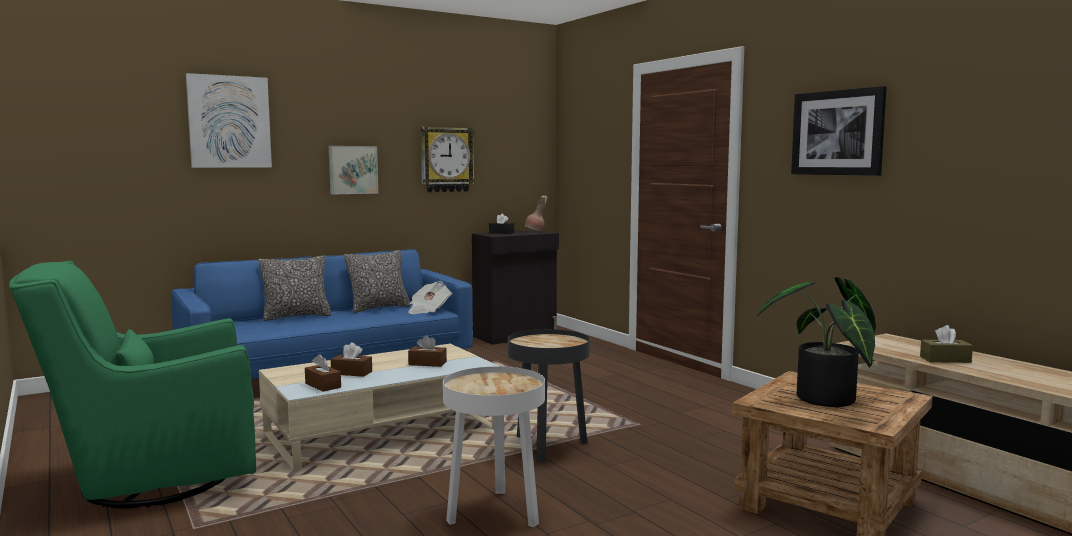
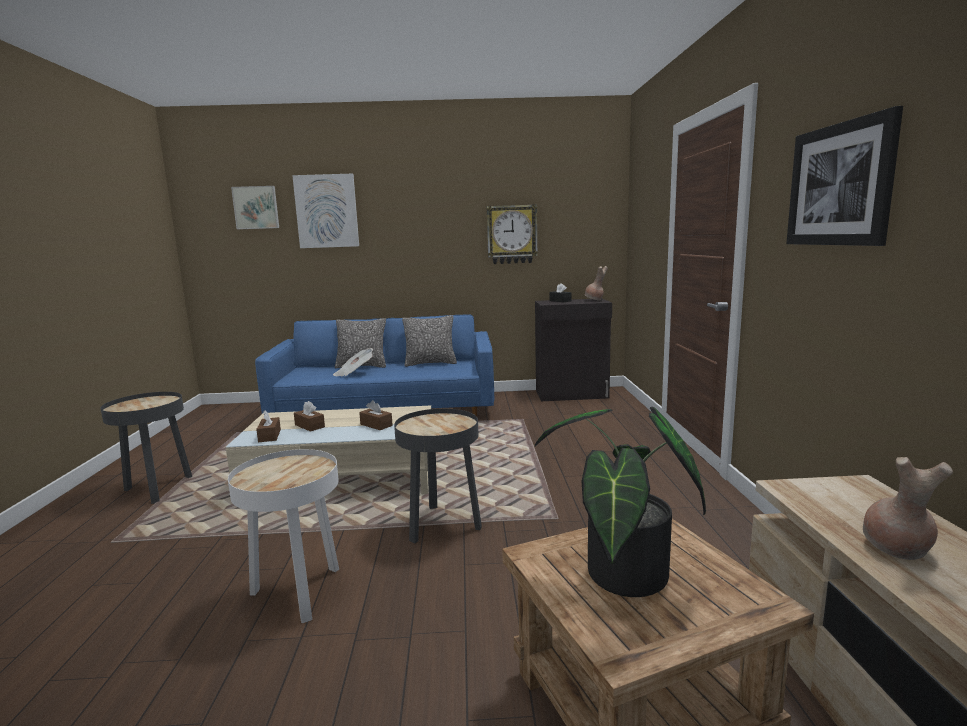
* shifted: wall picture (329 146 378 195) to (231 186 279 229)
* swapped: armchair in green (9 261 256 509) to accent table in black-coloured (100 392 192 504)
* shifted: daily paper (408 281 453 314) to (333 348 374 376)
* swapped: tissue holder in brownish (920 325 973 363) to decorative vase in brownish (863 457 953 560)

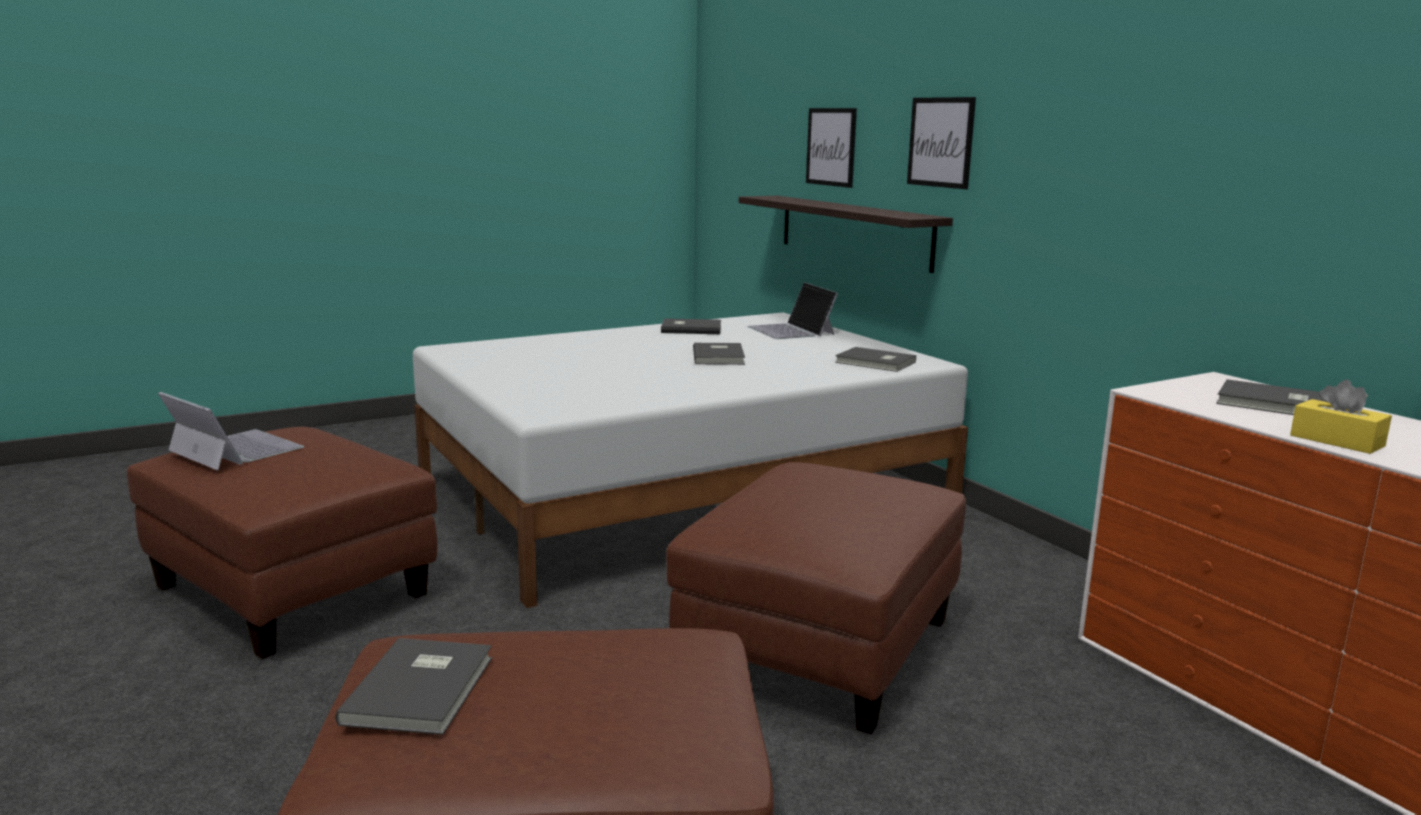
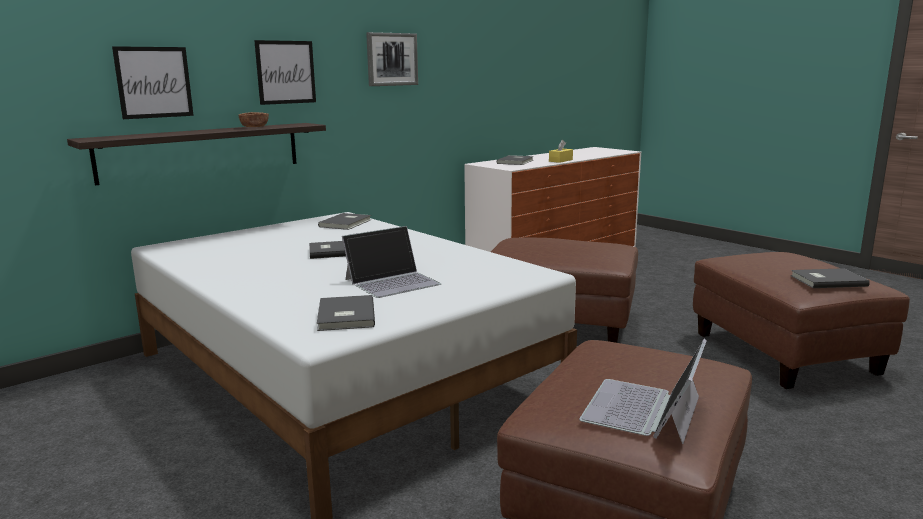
* shifted: notebook computer (747 282 838 339) to (342 226 441 298)
* shifted: bound book in greyish (661 318 721 334) to (317 295 375 331)
* new: wall picture (366 32 418 86)
* new: serving bowl in brownish (238 112 269 127)

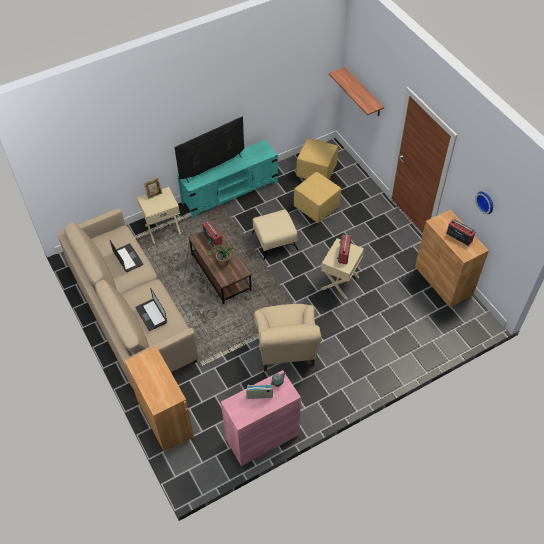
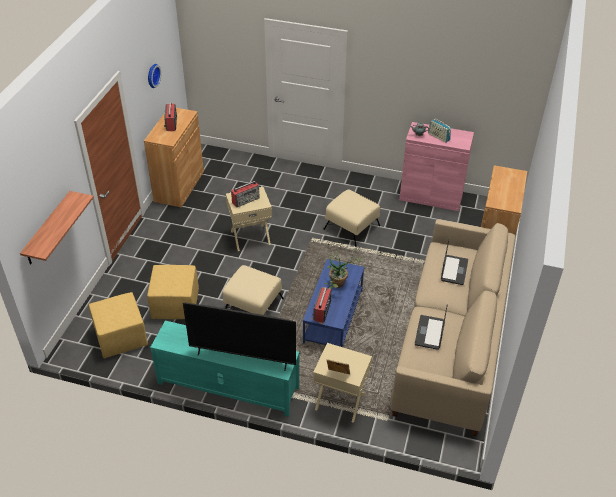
* repainted: coffee table in brownish (189 225 252 304) to coffee table in blue-coloured (303 259 365 347)
* swapped: armchair in sand-coloured (254 304 322 372) to pouffe in sand-coloured (324 190 380 247)

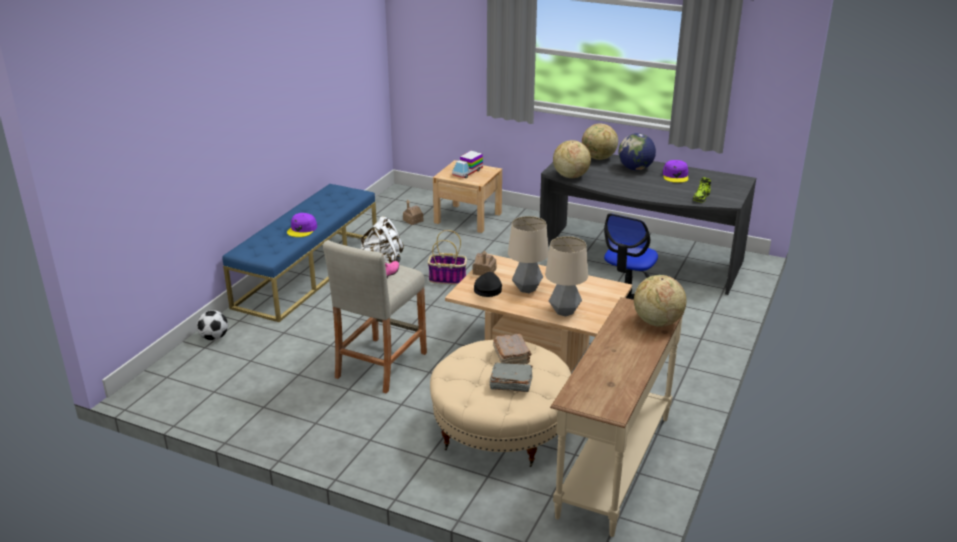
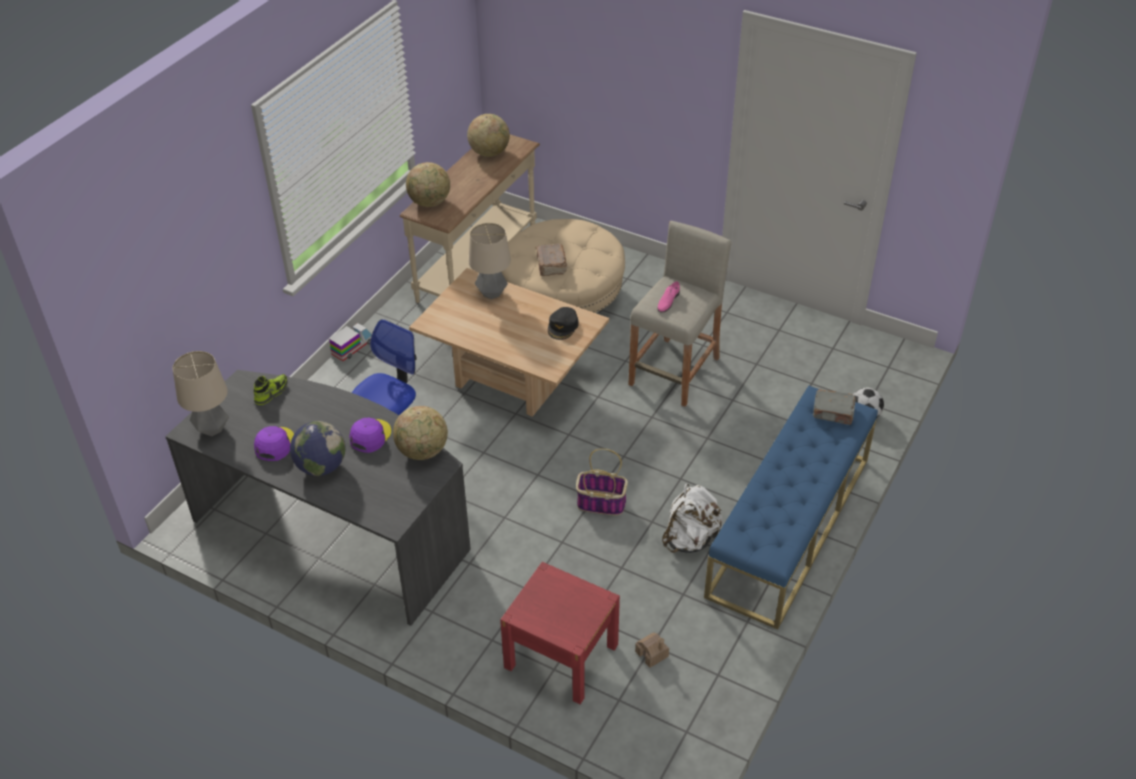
* shifted: world globe (582 124 618 160) to (467 114 510 157)
* shifted: toy truck (452 151 483 178) to (329 323 372 361)
* repainted: bedside table in sand-coloured (433 160 502 233) to bedside table in red (500 562 620 704)
* shifted: cap in purple (287 213 317 237) to (349 418 391 453)
* shifted: tabletop lamp (508 216 549 293) to (173 351 229 436)
* gone: model house (473 250 497 276)
* shifted: bound book in greyish (489 362 533 392) to (813 389 856 425)

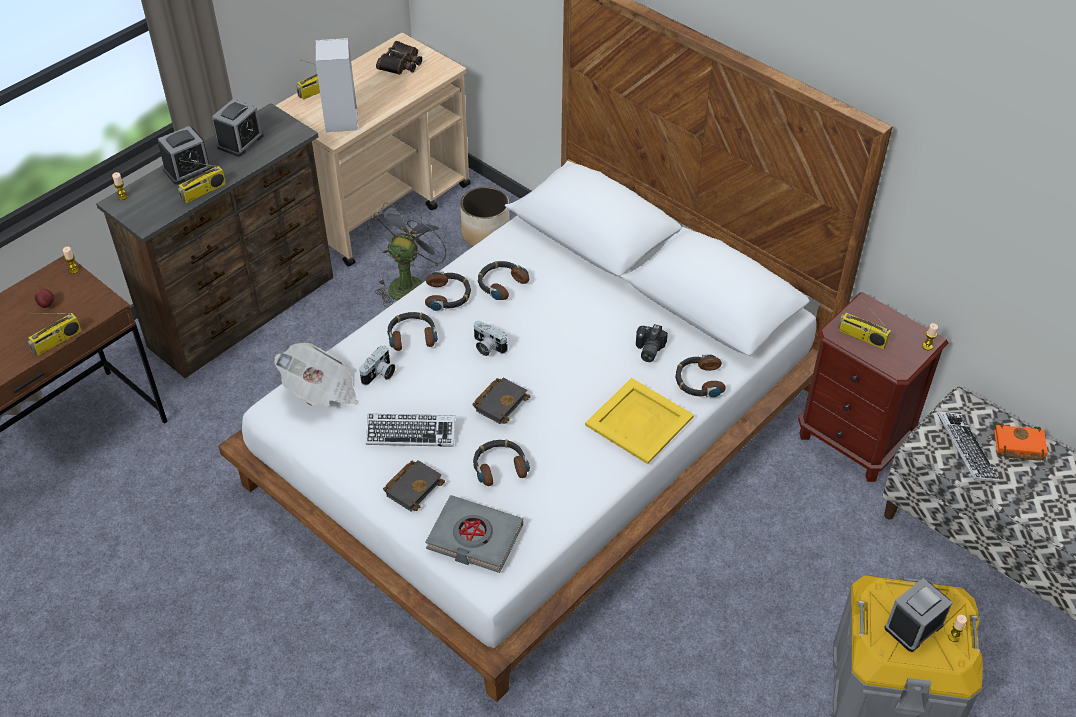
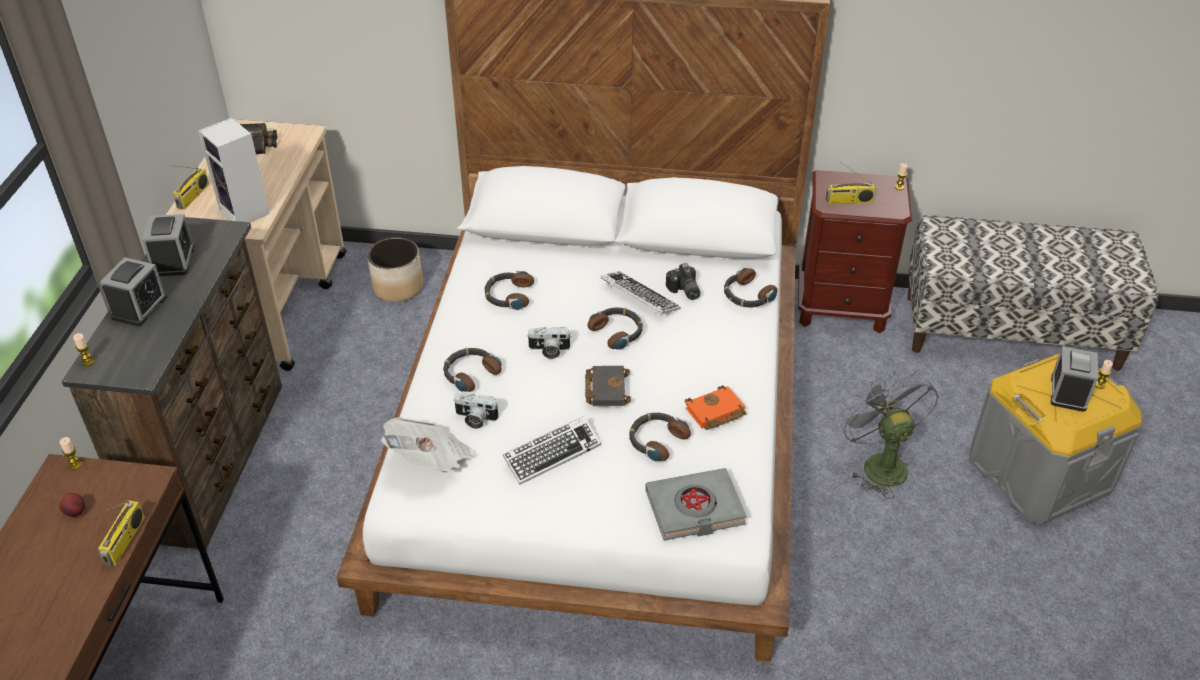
* gone: radio set (178 160 226 203)
* shifted: fan in greyish (367 202 450 308) to (838 371 939 499)
* shifted: pair of headphones (425 271 471 311) to (588 308 643 350)
* rotated: still camera (359 346 395 385) = (453 393 499 429) 105 degrees clockwise
* gone: tray in yellowish (585 378 694 464)
* shifted: keyboard (937 411 1000 482) to (600 271 681 314)
* shifted: bound book in orangey (994 423 1048 461) to (685 385 746 430)
* gone: bound book in black-coloured (383 460 445 511)

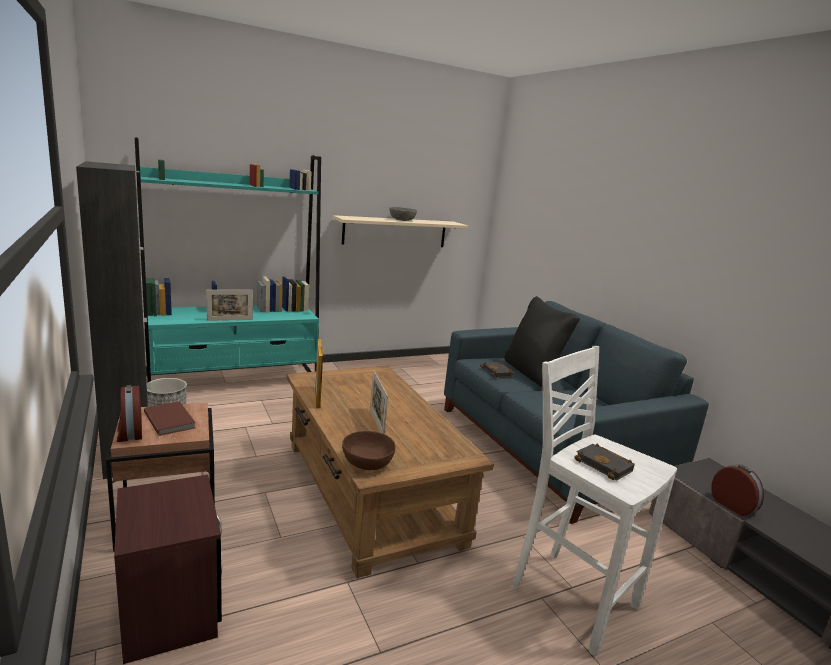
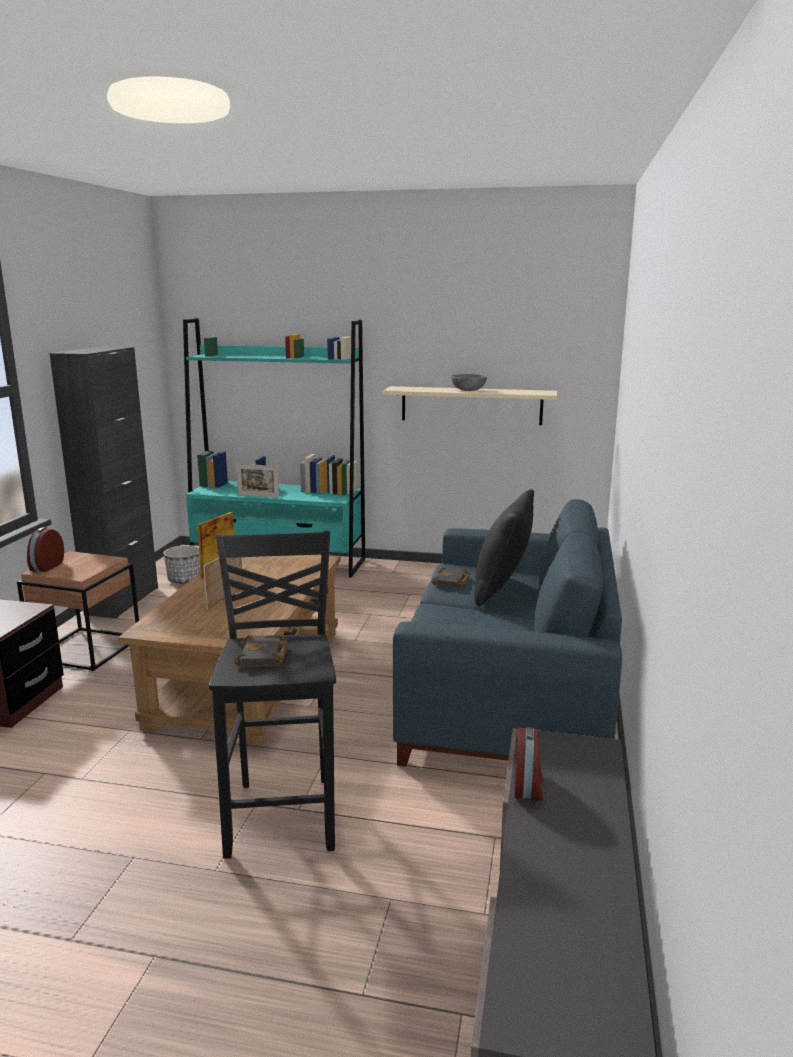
* repainted: stool seat in whitish (511 346 677 656) to stool seat in black-coloured (209 530 336 859)
* gone: bound book in brownish (144 401 196 436)
* gone: serving bowl in brownish (342 431 396 470)

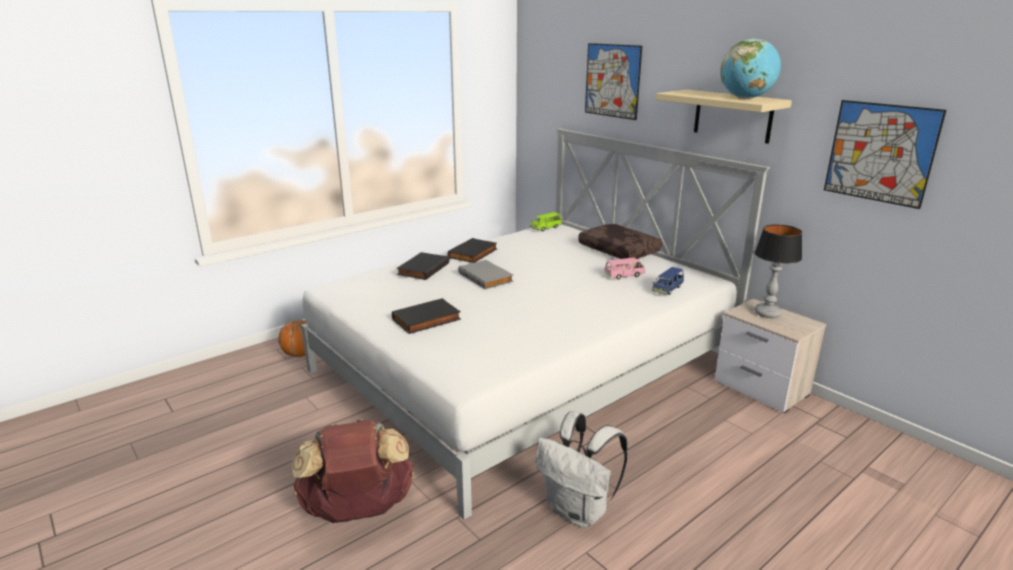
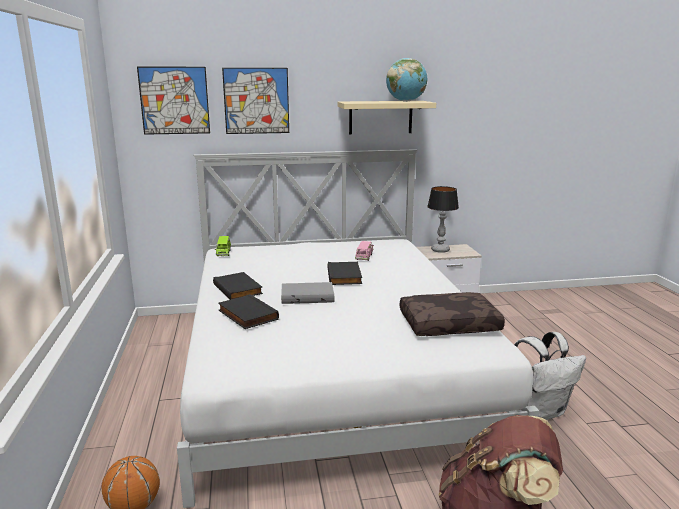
* shifted: wall picture (824 100 947 209) to (137 67 210 135)
* shifted: throw pillow in brownish (578 224 662 259) to (400 292 505 336)
* gone: toy car in blue-coloured (652 267 684 295)
* shifted: bound book in black-coloured (392 298 461 334) to (328 262 362 285)

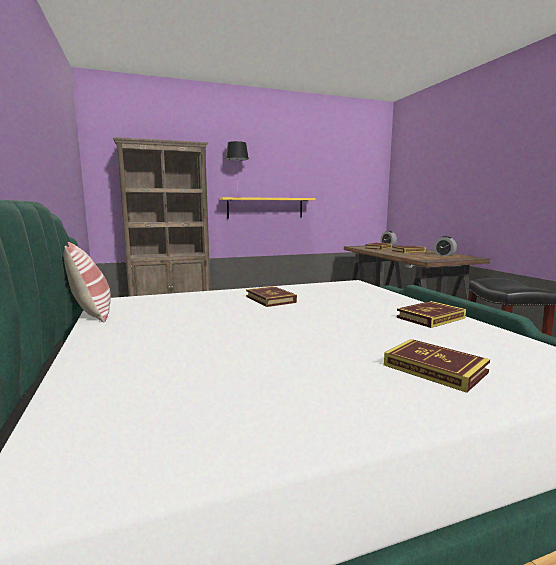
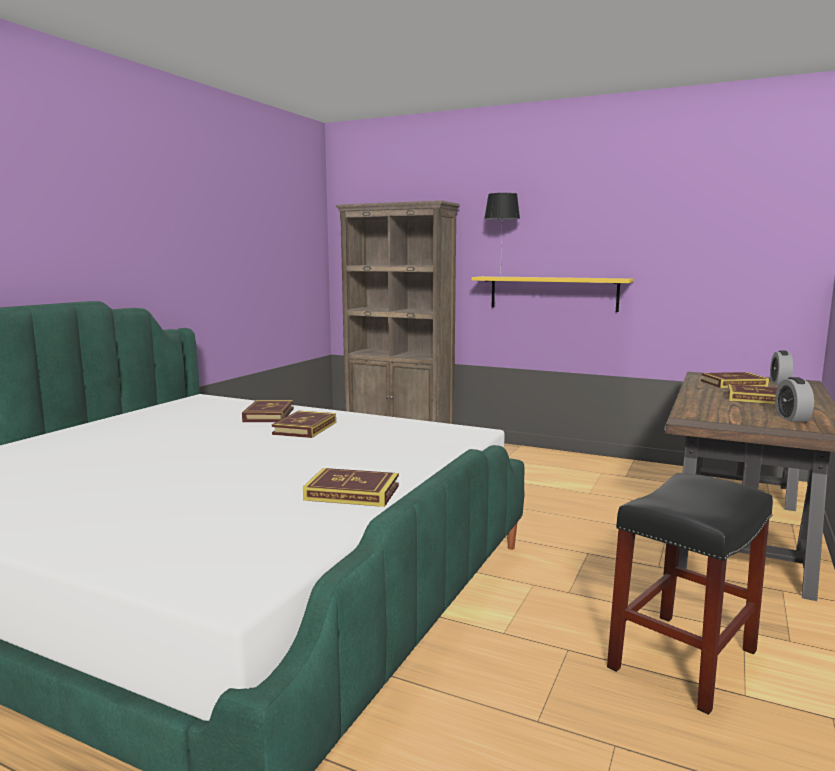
* gone: throw pillow (64 242 111 323)
* shifted: bound book (384 339 490 393) to (242 400 294 422)

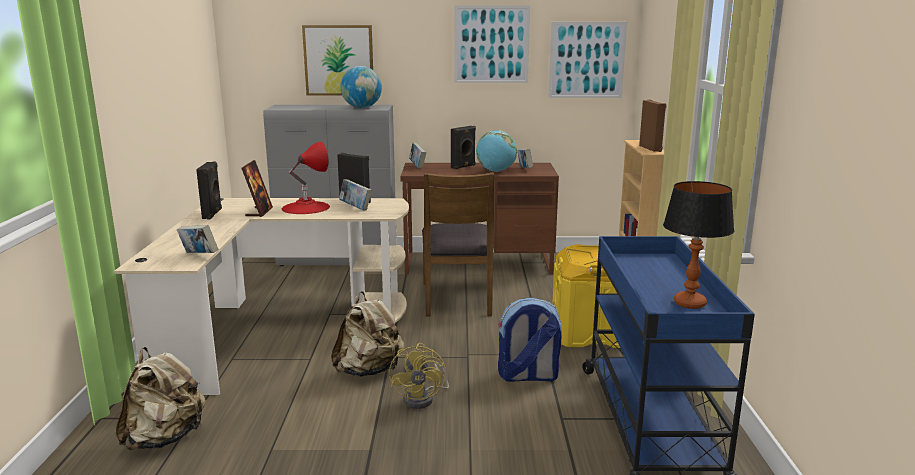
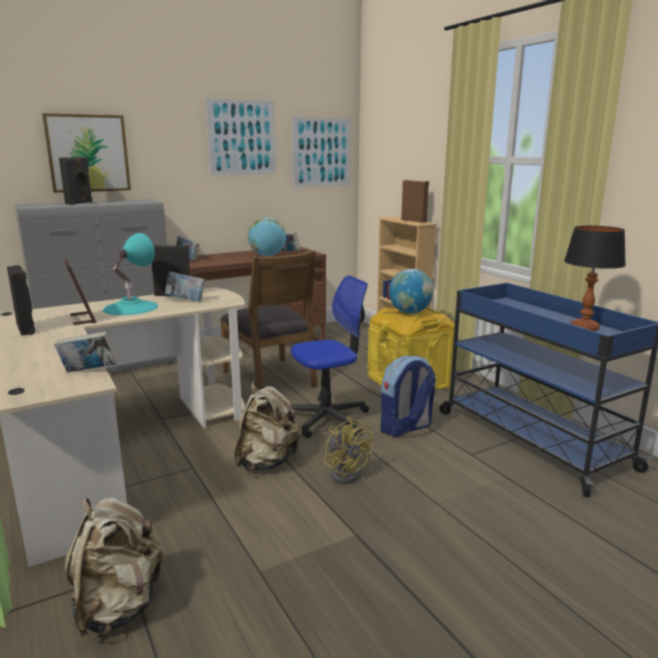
* shifted: world globe (340 66 382 108) to (389 269 434 314)
* shifted: speaker in black-coloured (451 126 476 169) to (59 157 93 205)
* repainted: tabletop lamp in red (282 142 330 214) to tabletop lamp in turquoise-coloured (103 233 158 315)
* new: computer chair (289 275 369 438)

